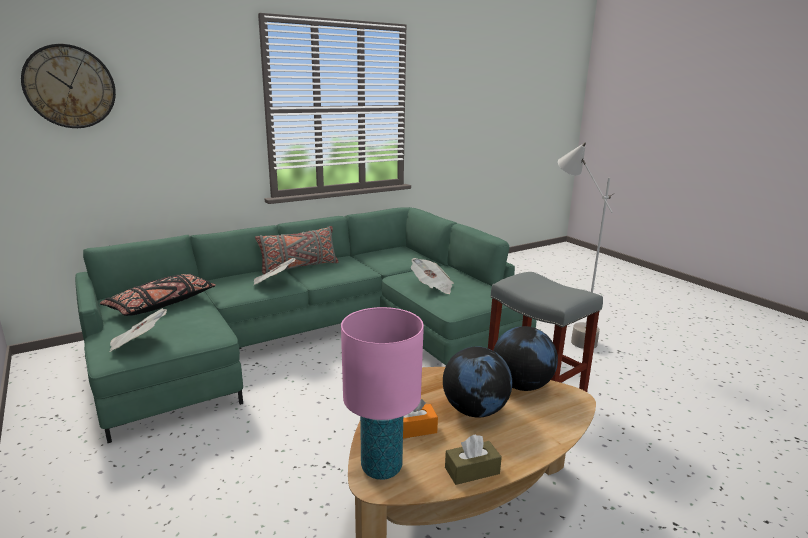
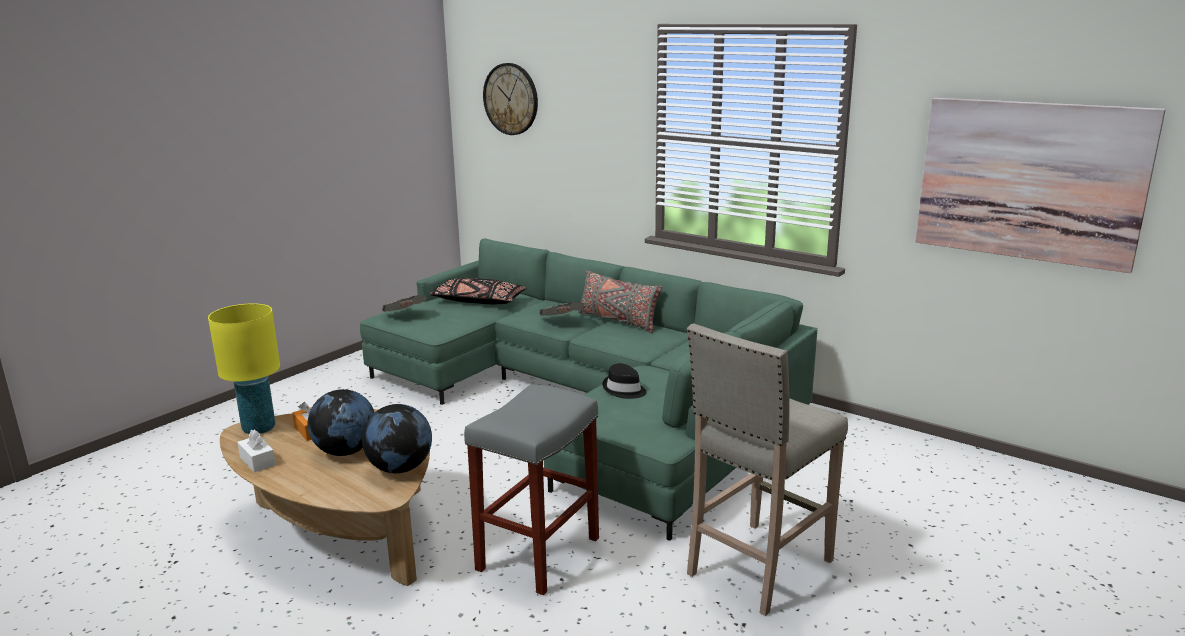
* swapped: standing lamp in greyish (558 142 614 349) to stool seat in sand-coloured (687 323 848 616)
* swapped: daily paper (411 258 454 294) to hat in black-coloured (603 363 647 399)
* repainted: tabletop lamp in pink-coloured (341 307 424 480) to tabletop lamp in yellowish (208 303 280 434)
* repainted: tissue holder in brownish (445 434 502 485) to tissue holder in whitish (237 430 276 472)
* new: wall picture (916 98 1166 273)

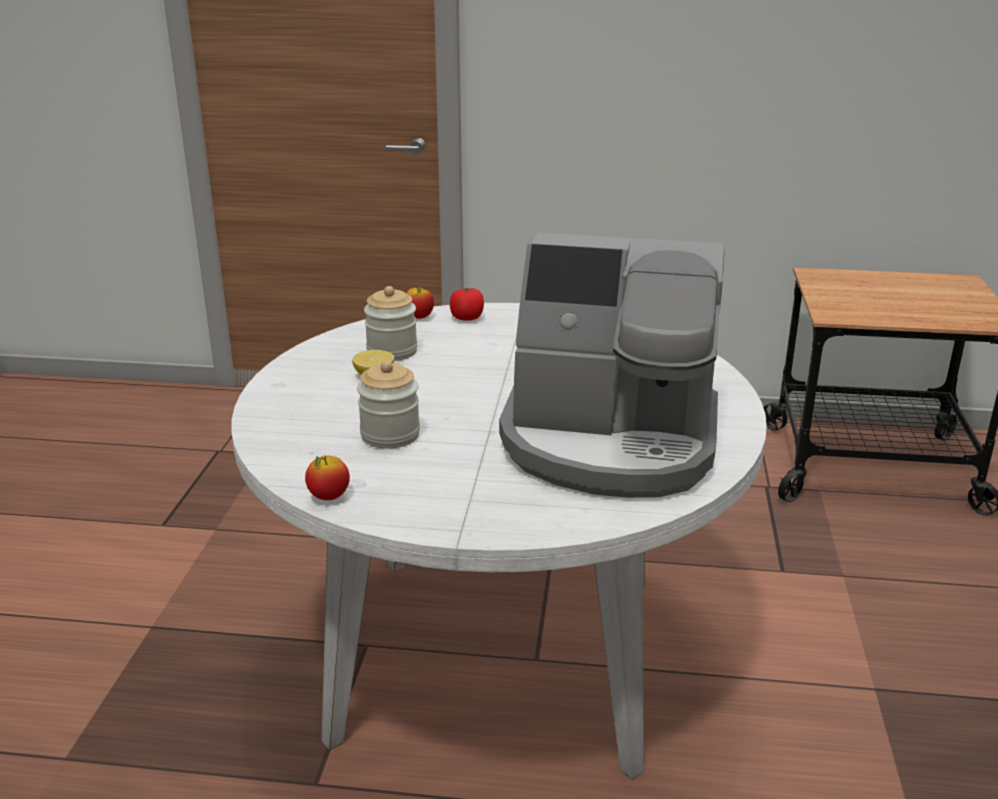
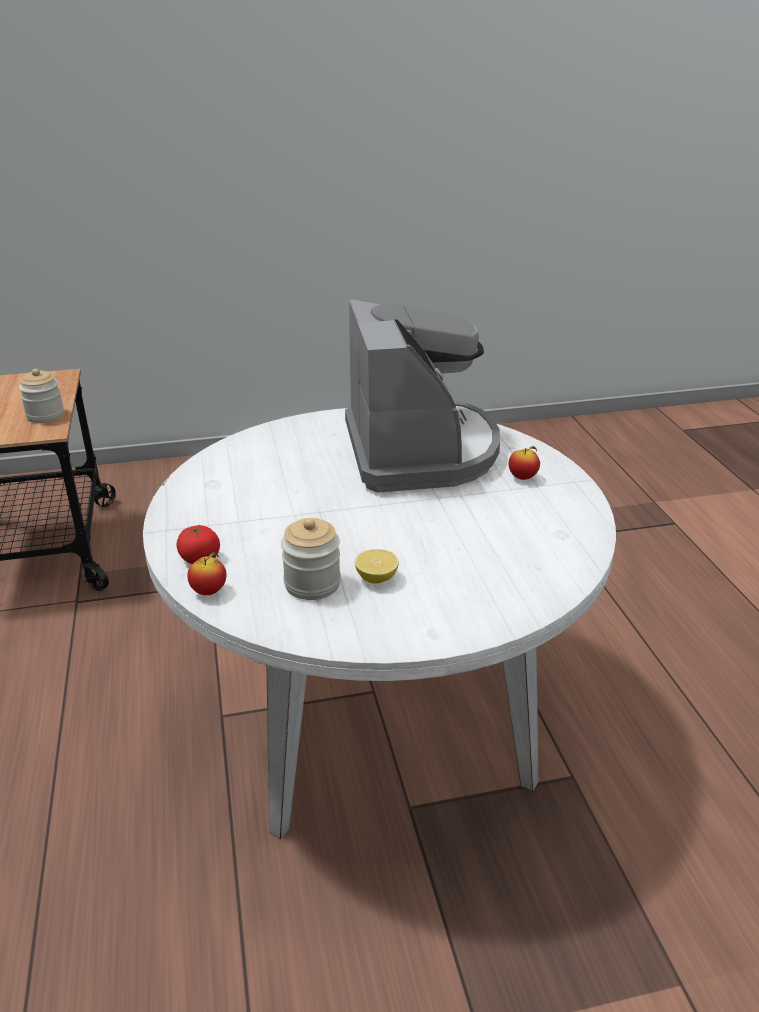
* shifted: preserve jar (357 361 420 449) to (19 369 64 423)
* shifted: apple (305 455 350 500) to (509 446 540 480)

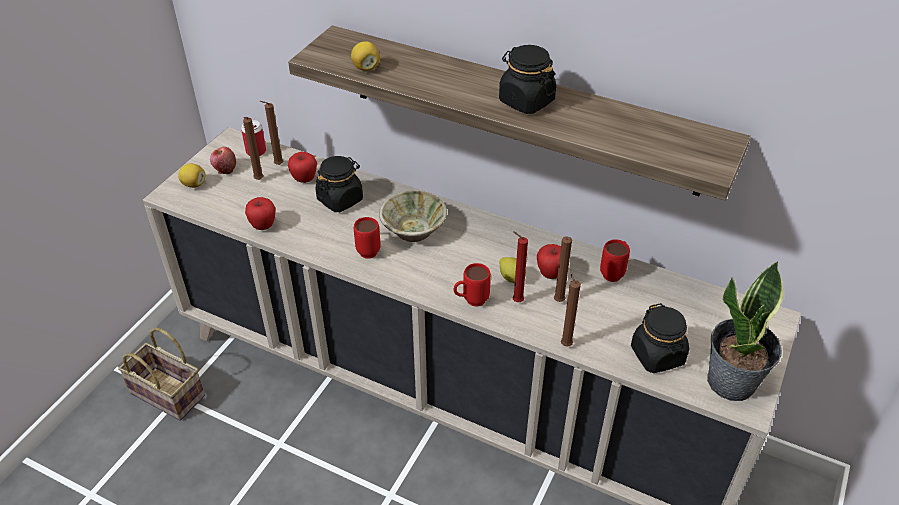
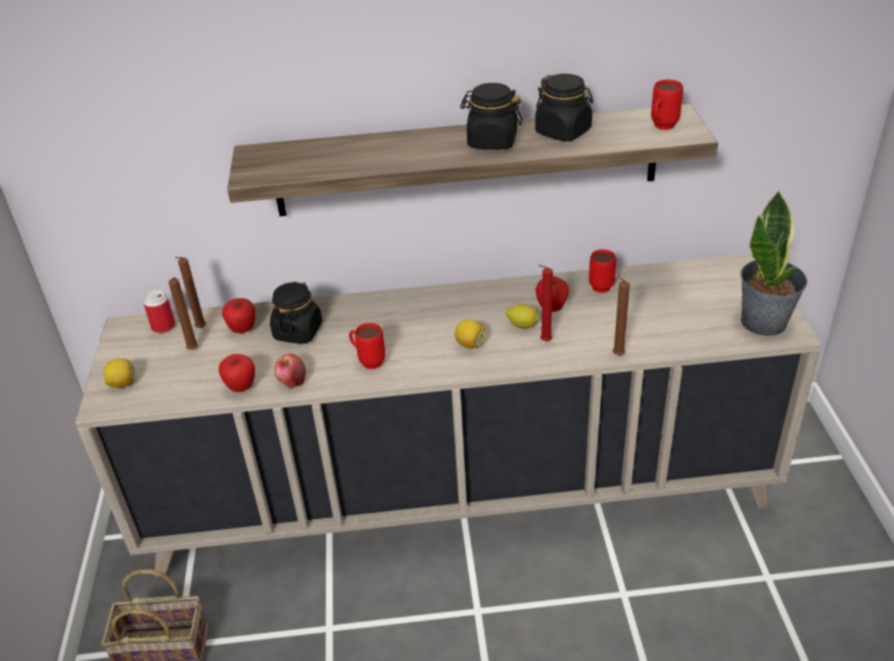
* shifted: lemon (351 41 380 71) to (454 320 486 349)
* shifted: apple (210 147 236 174) to (274 354 306 389)
* gone: serving bowl in sand-coloured (379 191 447 242)
* gone: wax light in brownish (554 236 572 302)
* shifted: tea mug in red (454 263 491 307) to (651 80 683 130)
* shifted: preserve jar in black-coloured (631 303 689 373) to (535 74 594 141)

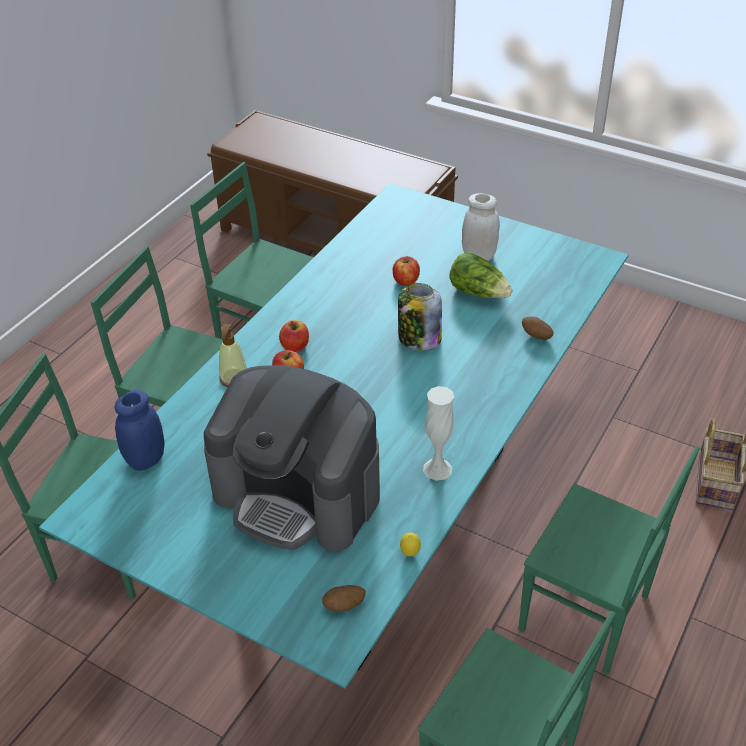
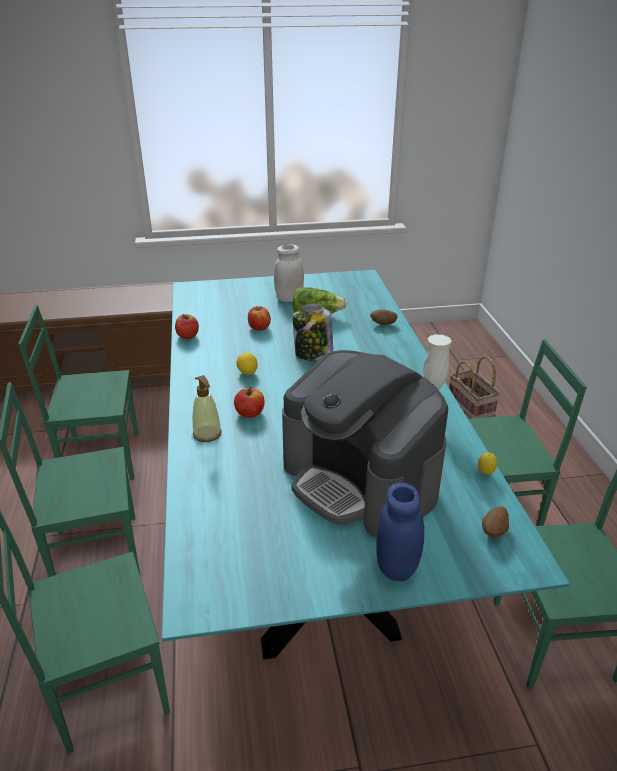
* shifted: apple (279 320 309 352) to (175 314 199 339)
* rotated: coffee maker (204 365 380 552) = (282 350 448 538) 60 degrees clockwise
* shifted: preserve jar in blue-coloured (115 390 165 471) to (376 483 424 582)
* new: lemon (236 353 258 375)

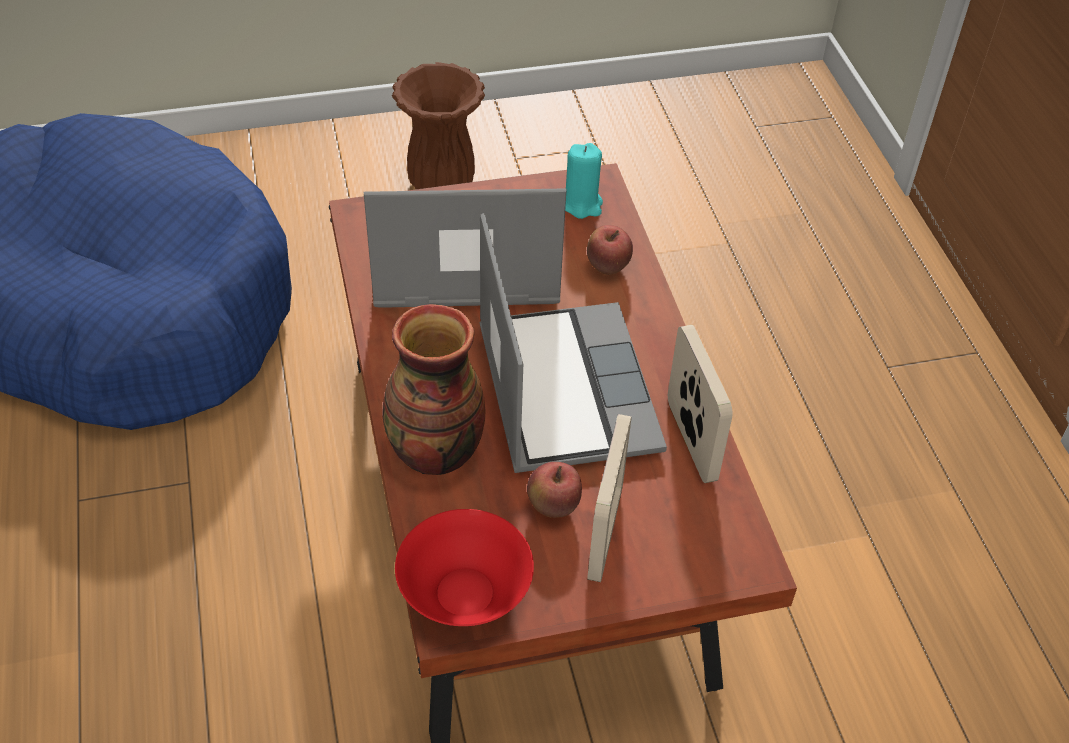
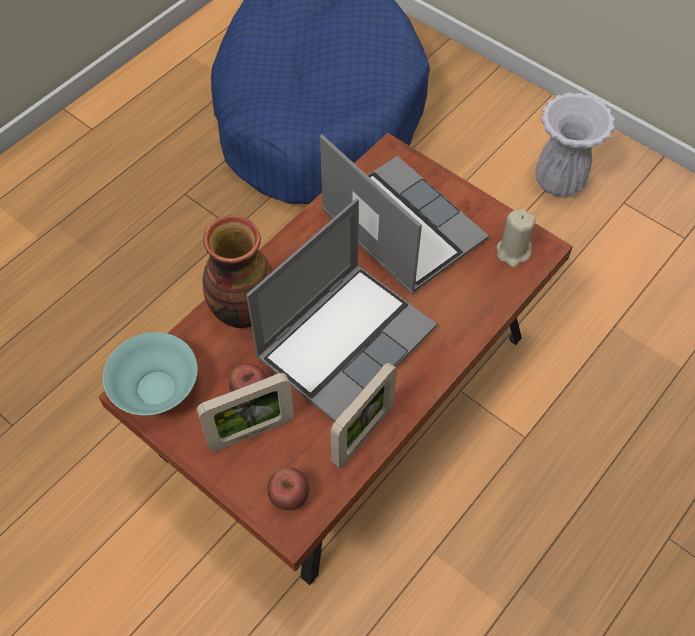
* repainted: decorative vase in brownish (392 62 485 189) to decorative vase in whitish (535 92 615 197)
* repainted: wax light in turquoise-coloured (565 143 603 219) to wax light in sand-coloured (497 209 536 267)
* shifted: apple (587 225 633 275) to (267 468 310 511)
* repainted: serving bowl in red (395 509 534 626) to serving bowl in turquoise-coloured (103 332 197 415)

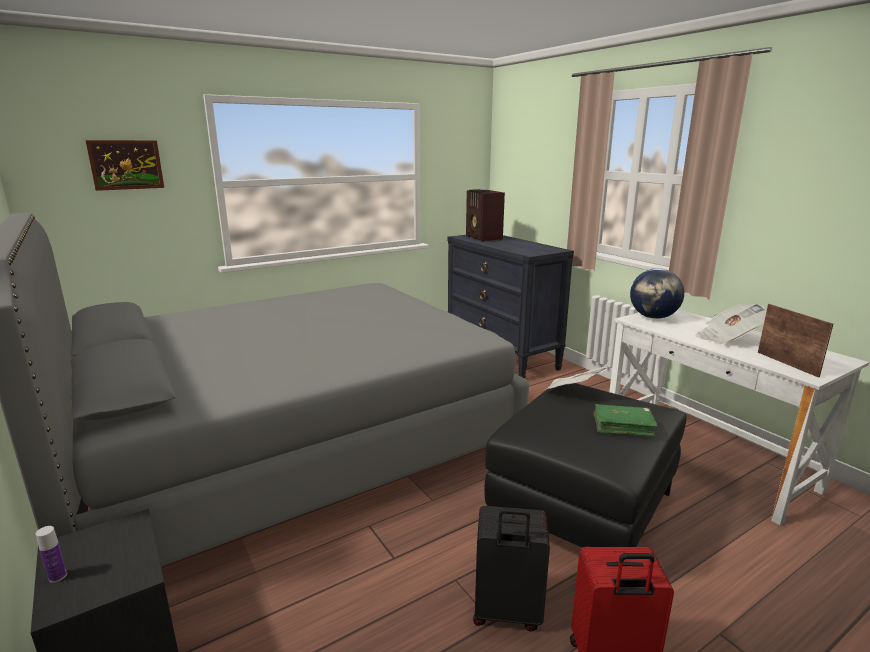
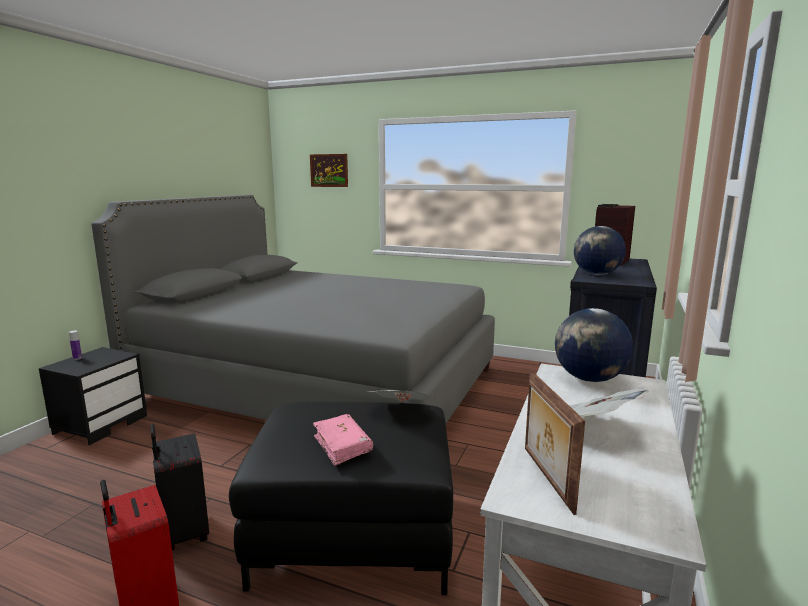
* rotated: standing frame (758 304 833 378) = (525 371 585 515) 135 degrees clockwise
* repainted: bound book in green (594 404 657 437) to bound book in pink-coloured (313 414 373 466)
* new: world globe (574 226 626 275)

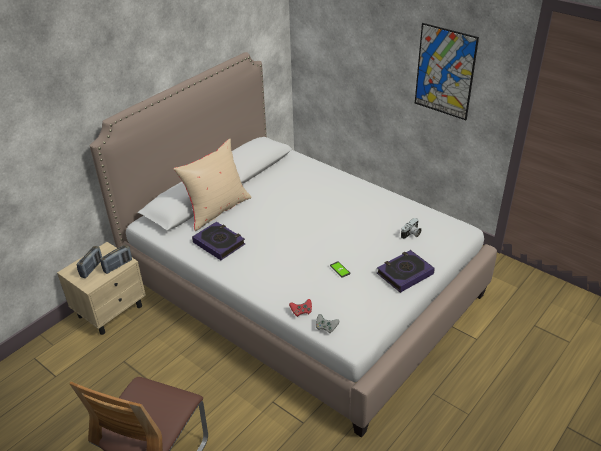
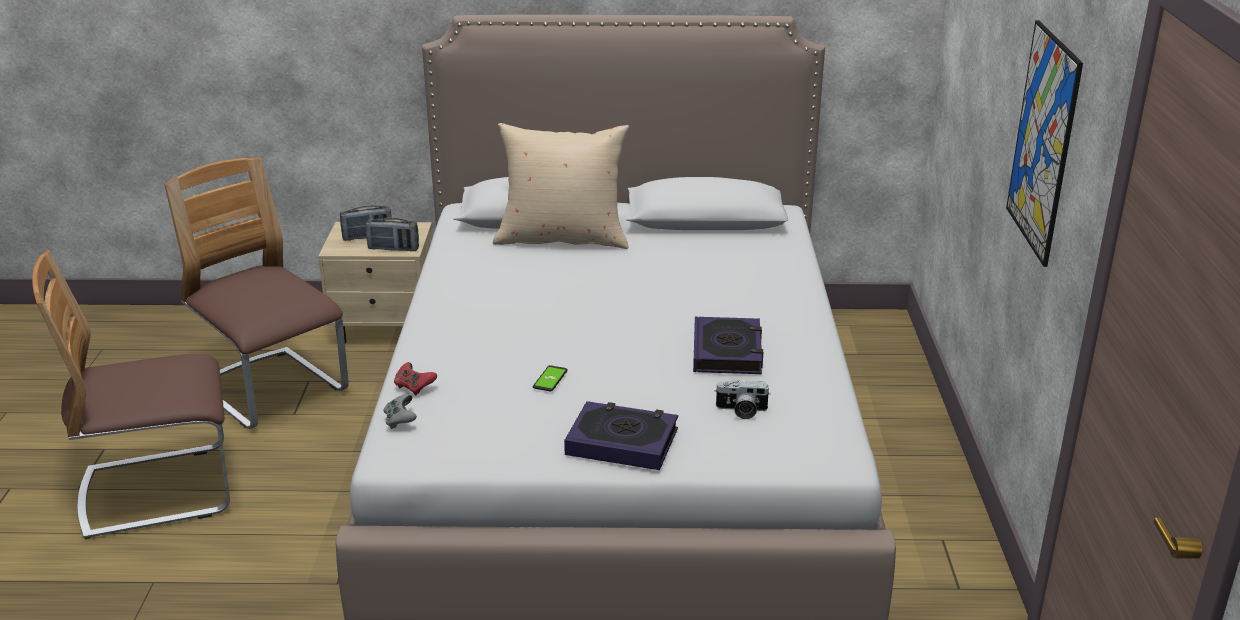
* shifted: bound book (192 222 245 260) to (693 317 763 374)
* new: chair (164 157 349 429)

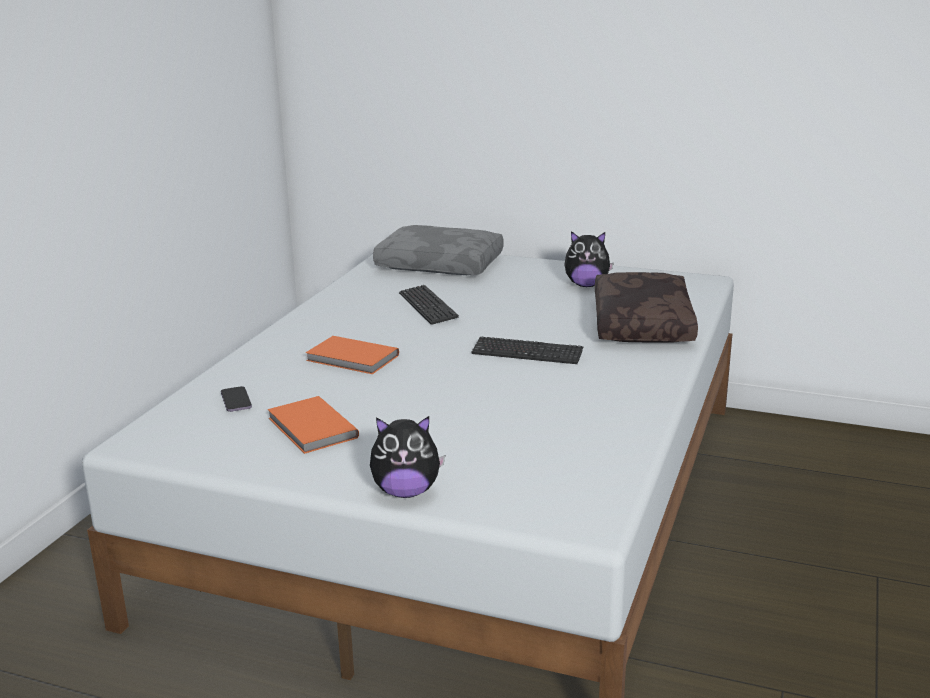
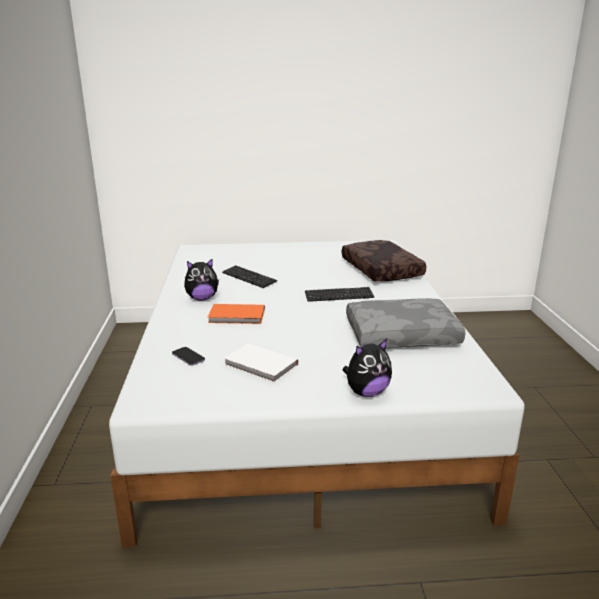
* shifted: throw pillow in greyish (373 225 504 275) to (346 298 465 348)
* shifted: cuddly toy (564 231 614 287) to (184 259 219 301)
* repainted: bound book in orangey (268 396 359 454) to bound book in whitish (224 343 298 383)

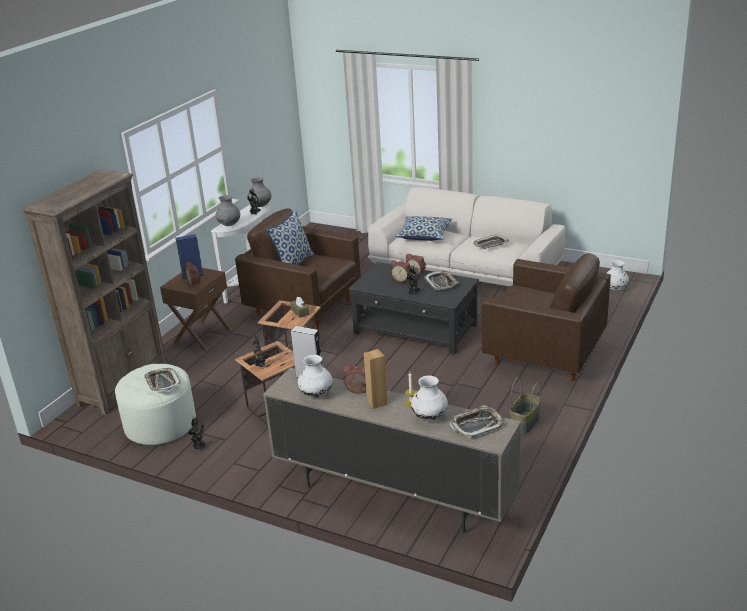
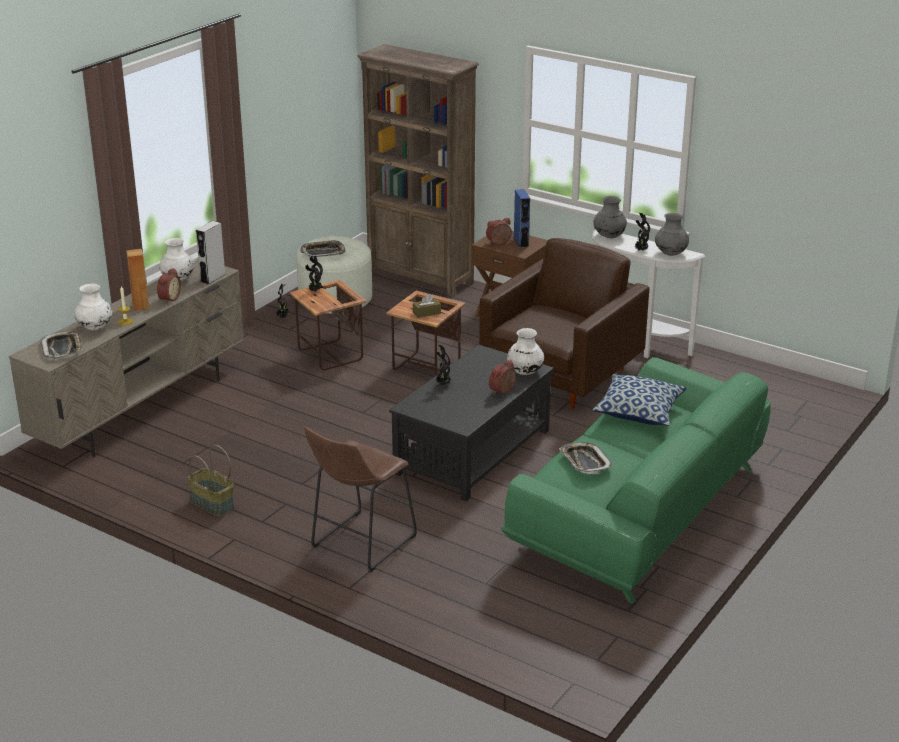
* repainted: sofa in whitish (368 187 566 287) to sofa in green (501 357 771 604)
* gone: throw pillow (267 210 314 265)
* swapped: armchair in brownish (482 253 611 381) to stool seat in brownish (304 427 417 572)
* gone: bedside clock (390 260 411 282)
* shifted: decorative vase in whitish (606 260 629 291) to (507 328 544 375)
* gone: tray (424 271 458 290)

